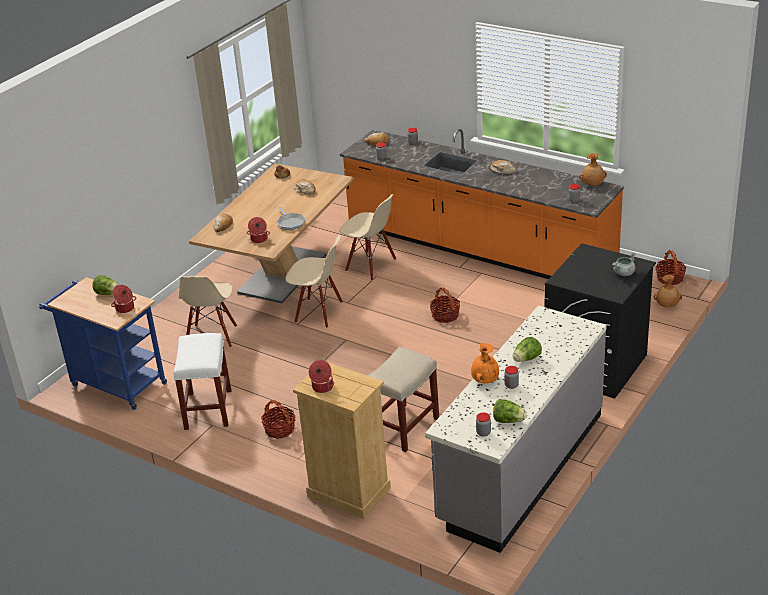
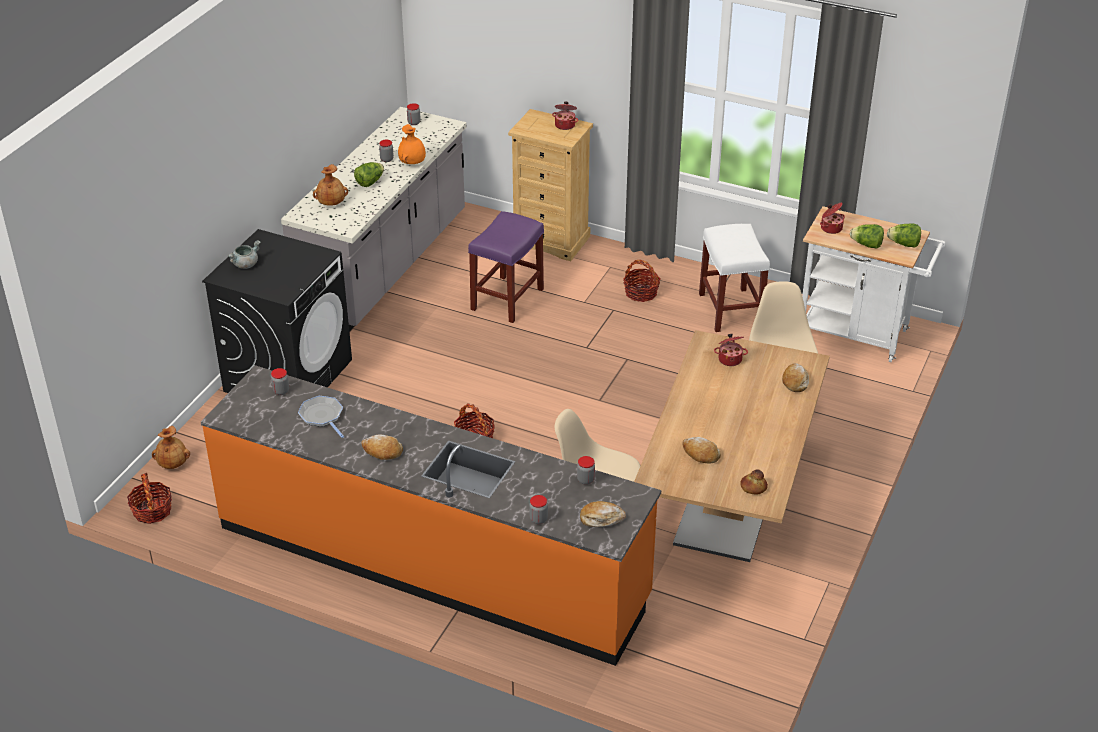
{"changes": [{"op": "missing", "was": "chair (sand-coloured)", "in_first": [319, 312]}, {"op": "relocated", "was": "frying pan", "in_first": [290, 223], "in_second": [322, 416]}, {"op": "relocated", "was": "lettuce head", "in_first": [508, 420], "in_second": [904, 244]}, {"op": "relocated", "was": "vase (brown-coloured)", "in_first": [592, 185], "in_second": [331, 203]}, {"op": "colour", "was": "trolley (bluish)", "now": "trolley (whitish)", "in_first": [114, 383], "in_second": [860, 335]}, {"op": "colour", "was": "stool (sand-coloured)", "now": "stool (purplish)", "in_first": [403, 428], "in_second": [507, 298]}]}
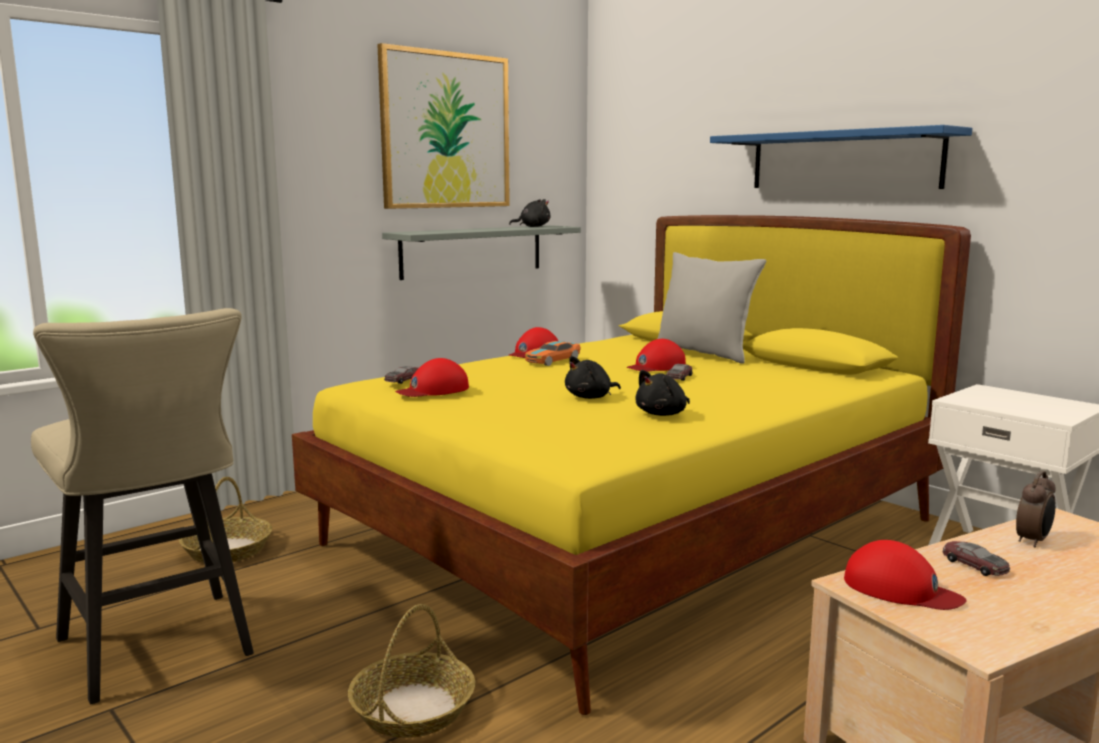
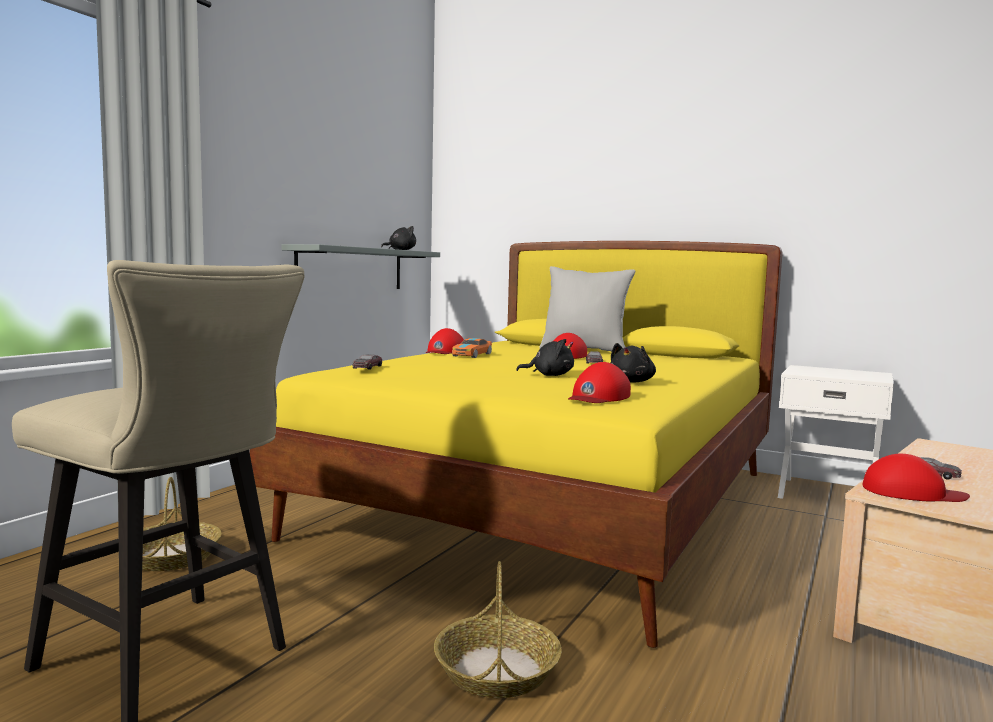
{"changes": [{"op": "missing", "was": "picture", "in_first": [446, 131]}, {"op": "missing", "was": "bracket shelf (bluish)", "in_first": [843, 161]}, {"op": "missing", "was": "bedside clock", "in_first": [1033, 541]}, {"op": "relocated", "was": "cap (red)", "in_first": [433, 390], "in_second": [598, 397]}, {"op": "spun", "was": "cuddly toy (black-coloured)", "in_first": [590, 397], "in_second": [549, 375], "clockwise": -120}]}
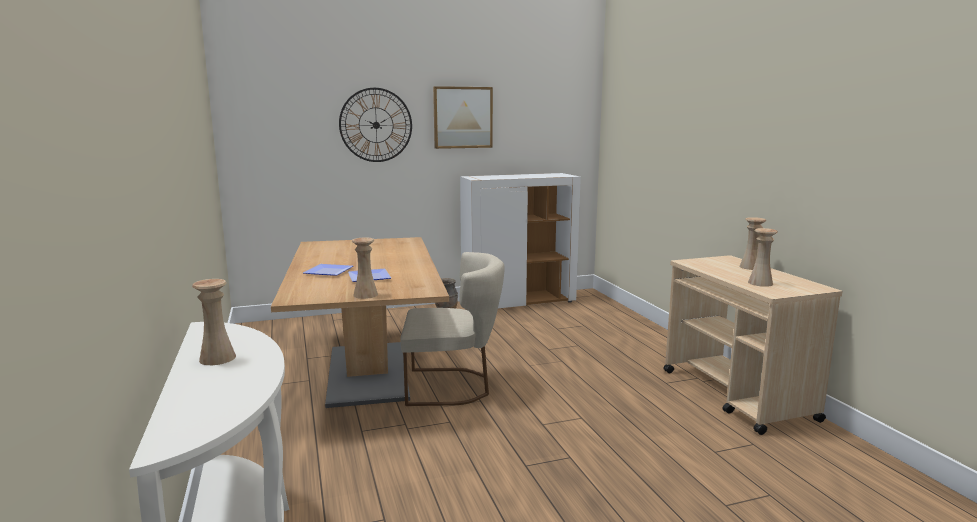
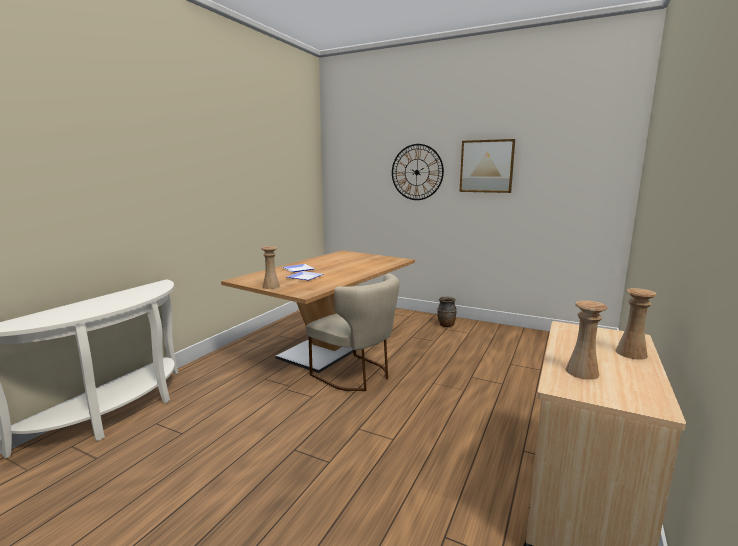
{"changes": [{"op": "missing", "was": "vase (sand-coloured)", "in_first": [217, 358]}, {"op": "missing", "was": "storage cabinet (whitish)", "in_first": [519, 302]}]}
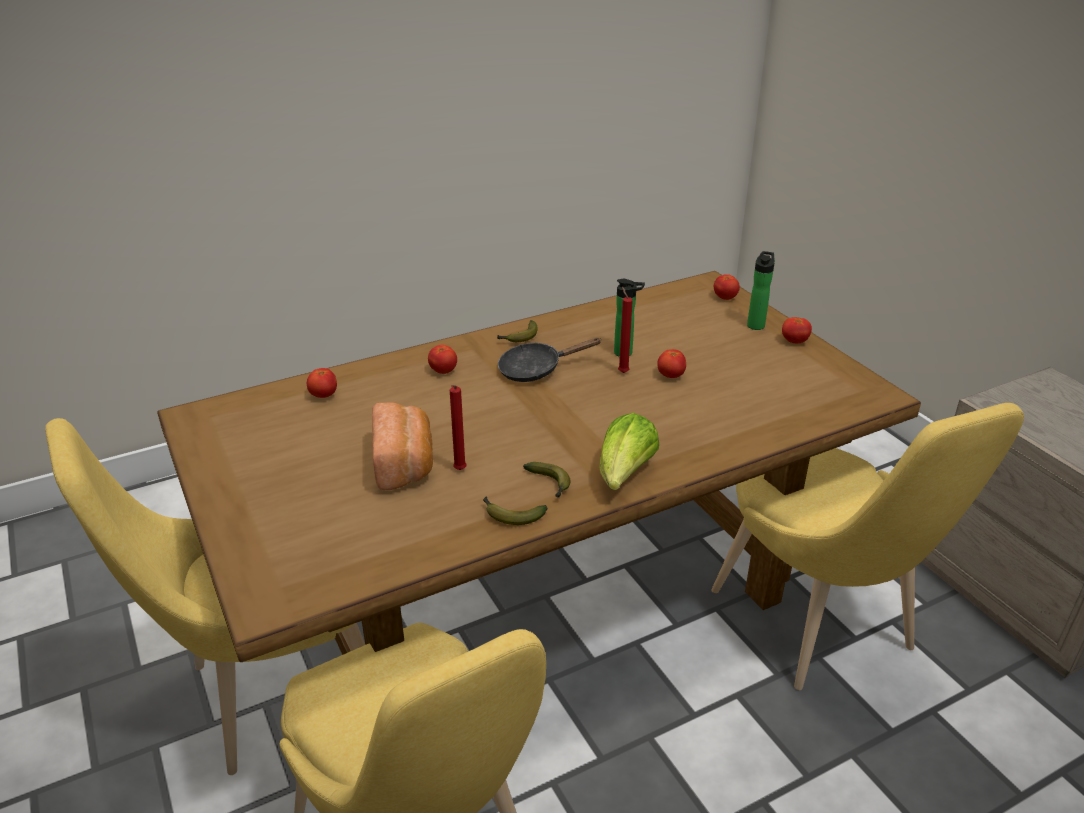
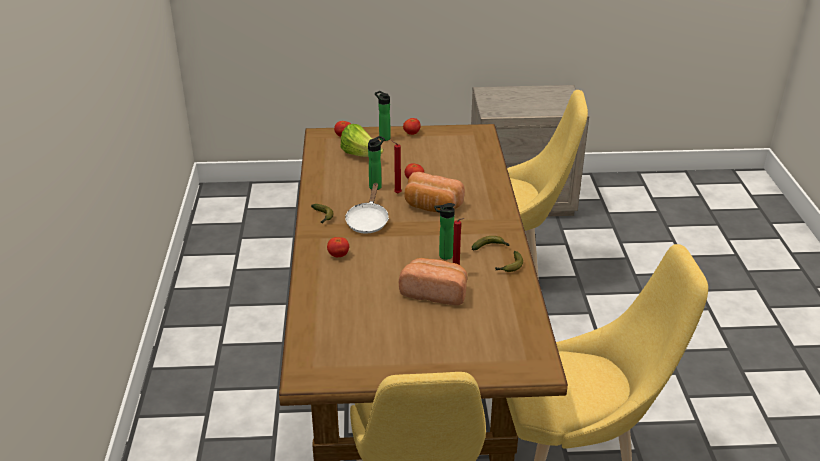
{"changes": [{"op": "missing", "was": "fresh tomato", "in_first": [323, 395]}, {"op": "appeared", "now": "baked bread", "in_second": [432, 207]}, {"op": "appeared", "now": "bottle", "in_second": [443, 256]}, {"op": "relocated", "was": "lettuce head", "in_first": [624, 474], "in_second": [360, 155]}, {"op": "colour", "was": "frying pan (black-coloured)", "now": "frying pan (whitish)", "in_first": [536, 369], "in_second": [368, 221]}]}
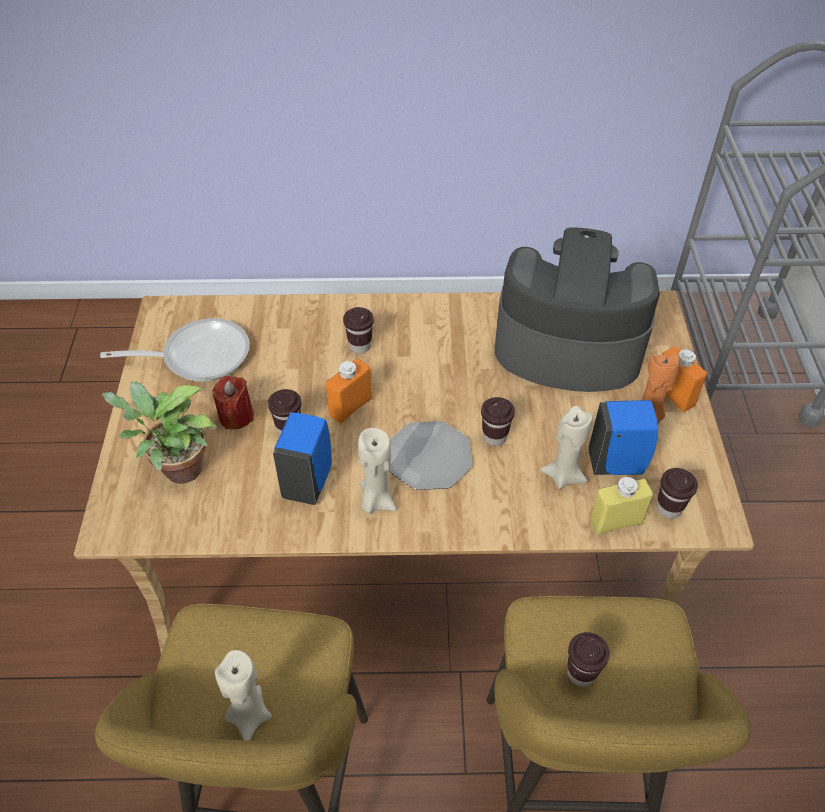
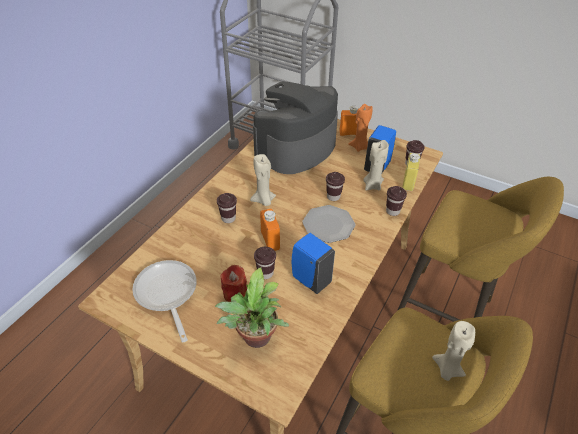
{"changes": [{"op": "relocated", "was": "wax light (sand-coloured)", "in_first": [376, 501], "in_second": [263, 201]}, {"op": "relocated", "was": "small cup (brown-coloured)", "in_first": [581, 673], "in_second": [392, 211]}, {"op": "spun", "was": "frying pan", "in_first": [198, 356], "in_second": [167, 294], "clockwise": -45}]}
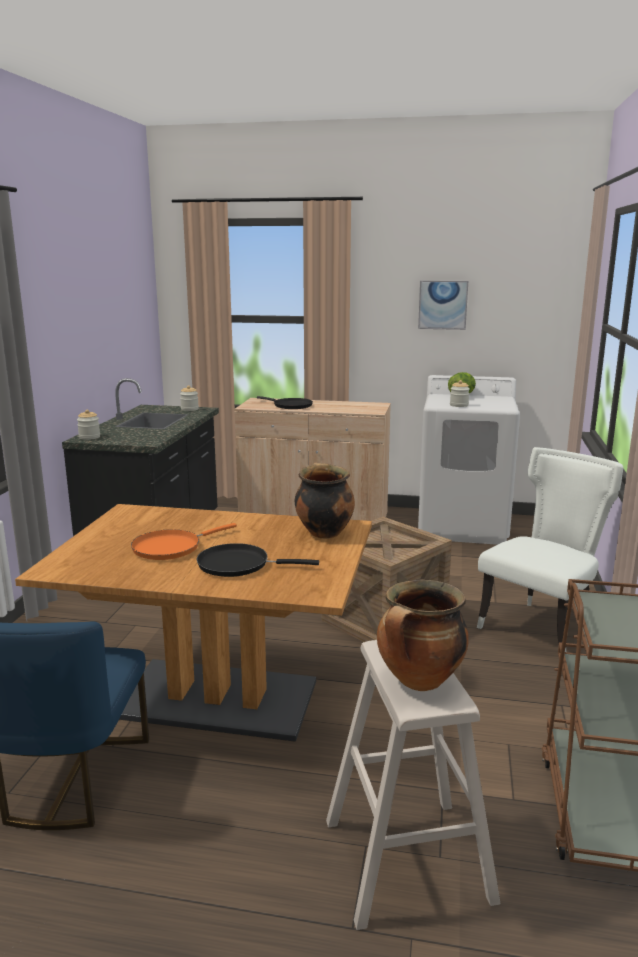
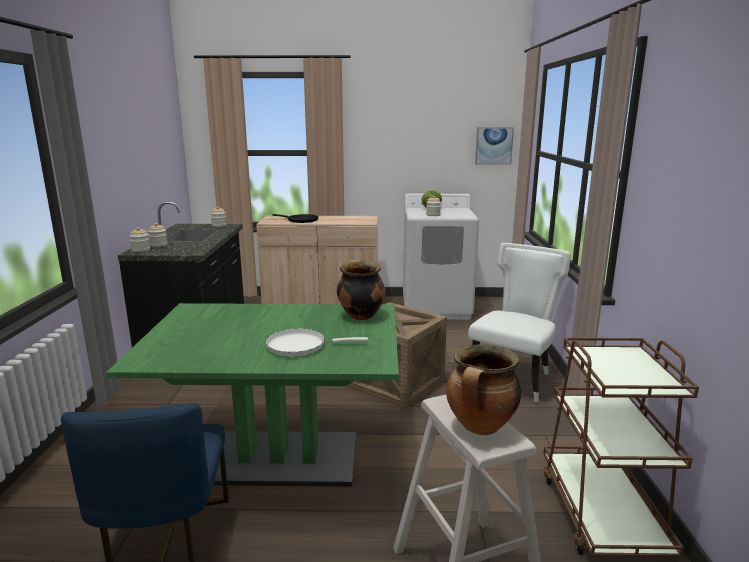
{"changes": [{"op": "missing", "was": "frying pan (orange-coloured)", "in_first": [171, 547]}, {"op": "appeared", "now": "jar", "in_second": [158, 245]}, {"op": "relocated", "was": "picture", "in_first": [443, 305], "in_second": [494, 146]}, {"op": "colour", "was": "kitchen table (brown-coloured)", "now": "kitchen table (green-coloured)", "in_first": [218, 699], "in_second": [279, 459]}, {"op": "colour", "was": "frying pan (black-coloured)", "now": "frying pan (whitish)", "in_first": [238, 565], "in_second": [301, 346]}]}
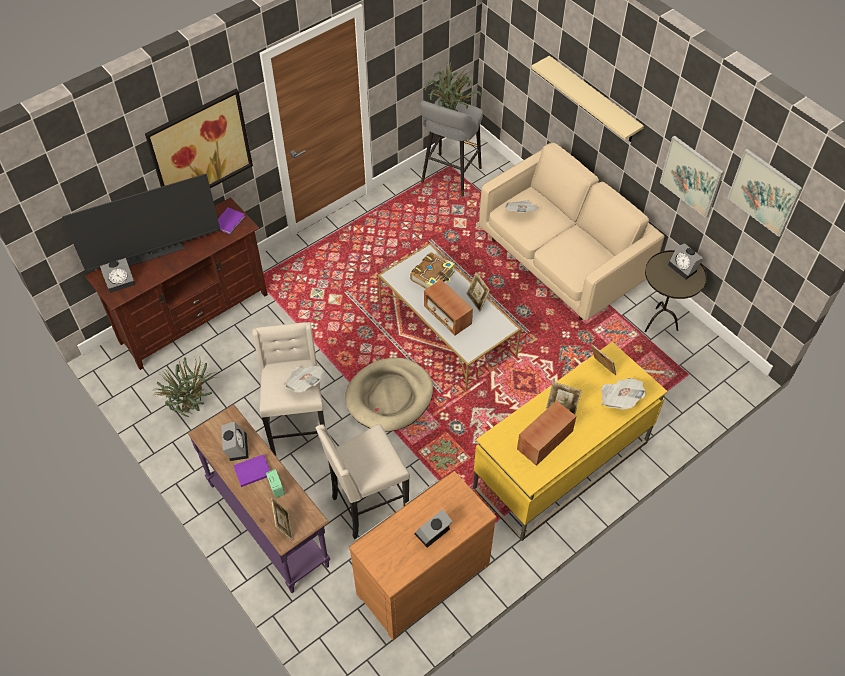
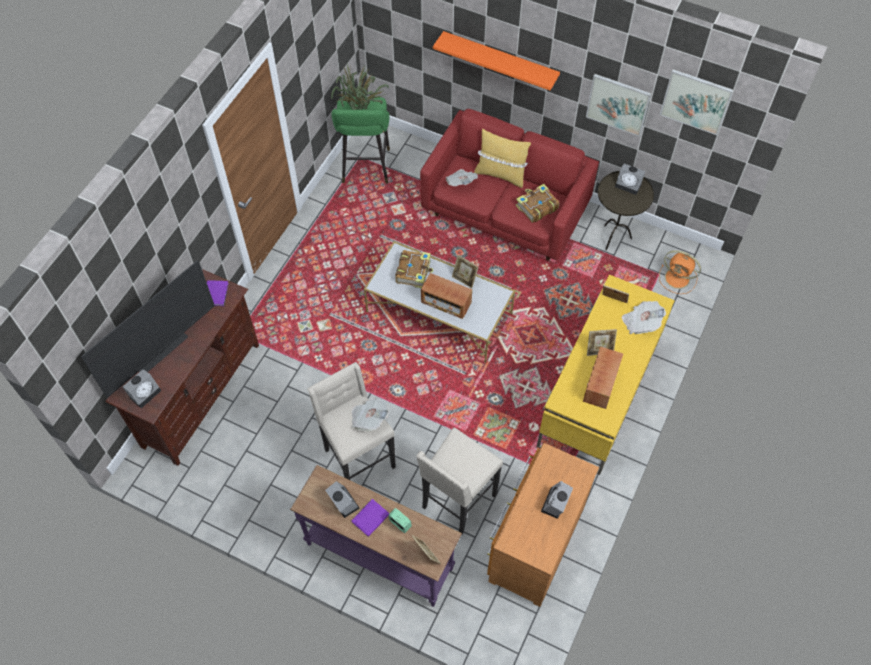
{"changes": [{"op": "missing", "was": "picture", "in_first": [200, 148]}, {"op": "missing", "was": "plant in a pot", "in_first": [193, 408]}, {"op": "missing", "was": "dog cushion (sand-coloured)", "in_first": [389, 396]}, {"op": "appeared", "now": "pillow (yellow-coloured)", "in_second": [500, 174]}, {"op": "appeared", "now": "bound book", "in_second": [536, 207]}, {"op": "appeared", "now": "fan (orange-coloured)", "in_second": [678, 278]}, {"op": "colour", "was": "stool (gray)", "now": "stool (green-coloured)", "in_first": [449, 177], "in_second": [365, 169]}, {"op": "colour", "was": "settee (sand-coloured)", "now": "settee (red)", "in_first": [561, 261], "in_second": [505, 212]}, {"op": "colour", "was": "bracket shelf (sand-coloured)", "now": "bracket shelf (orange-coloured)", "in_first": [593, 100], "in_second": [500, 61]}]}
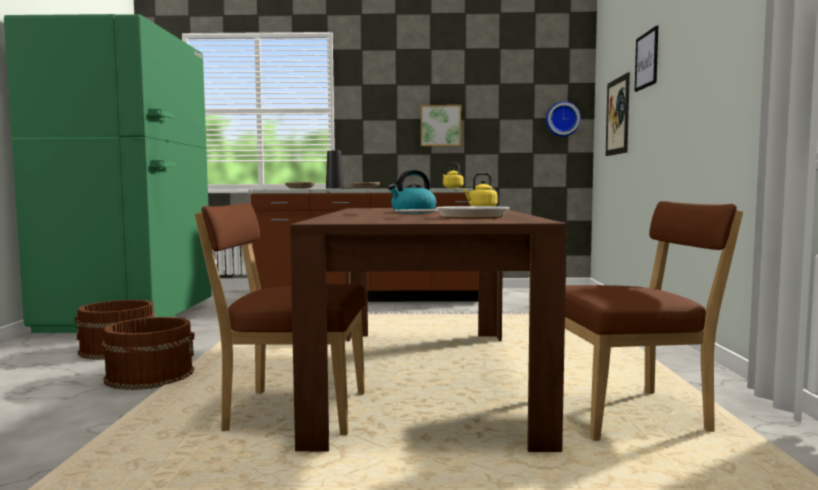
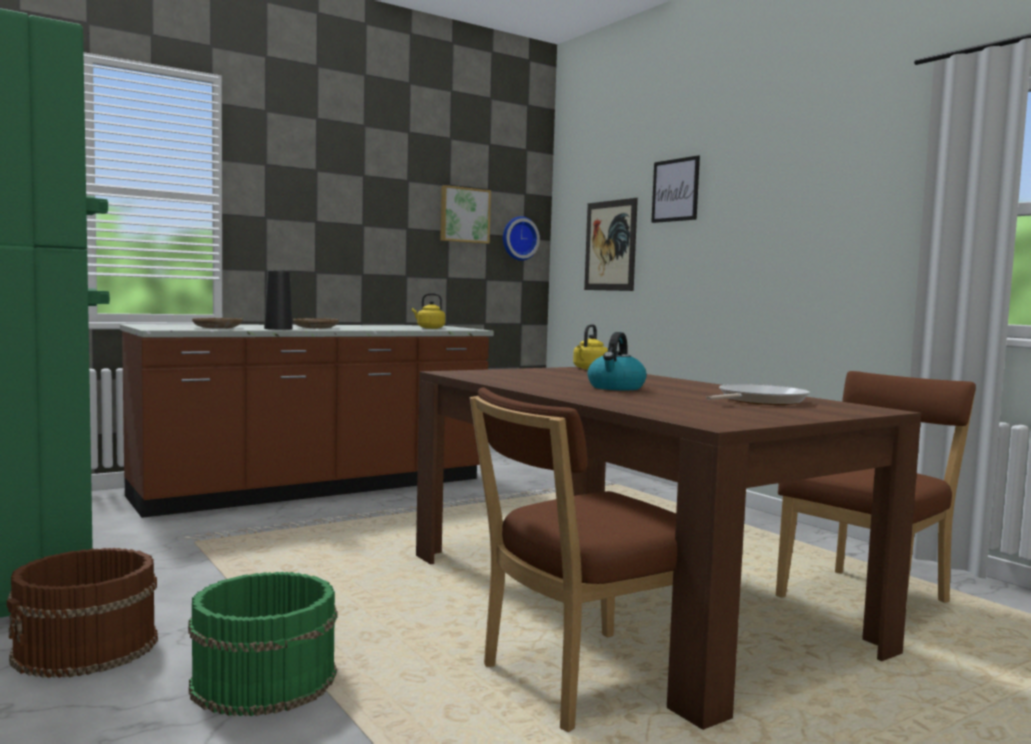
{"changes": [{"op": "relocated", "was": "picture", "in_first": [440, 125], "in_second": [464, 215]}, {"op": "colour", "was": "water bucket (brown-coloured)", "now": "water bucket (green-coloured)", "in_first": [150, 376], "in_second": [263, 680]}]}
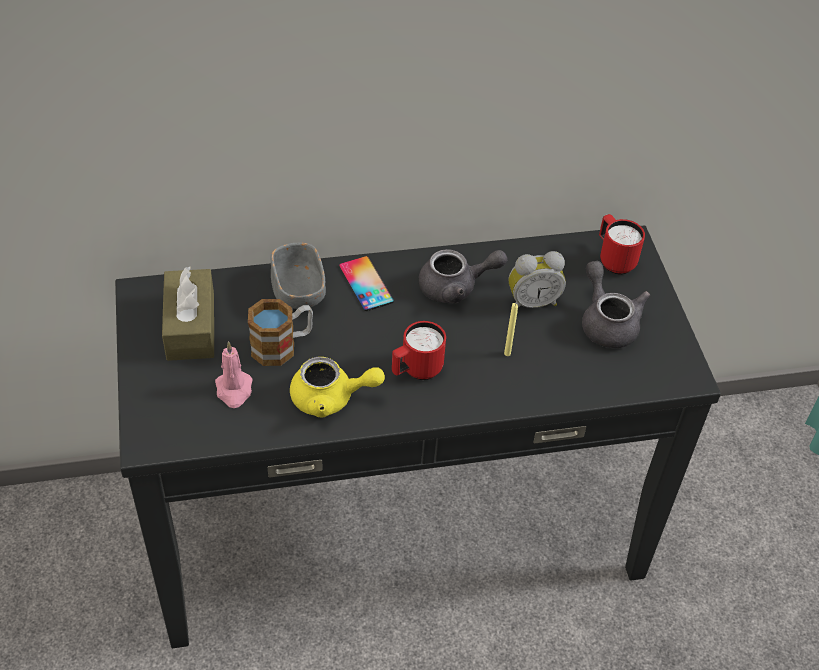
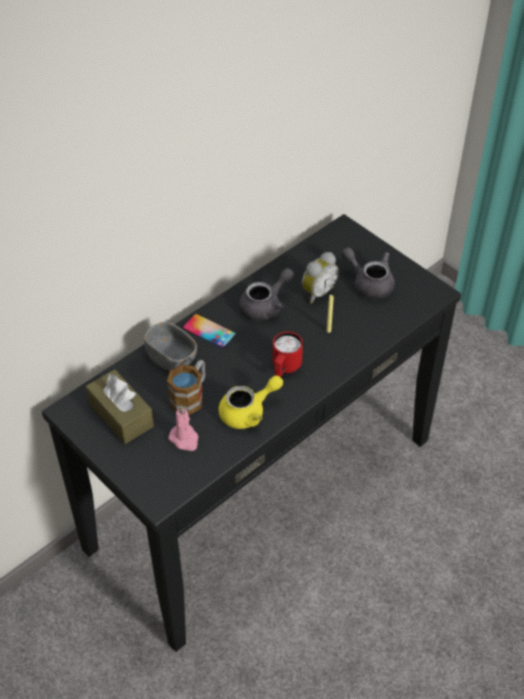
{"changes": [{"op": "missing", "was": "tea mug (red)", "in_first": [613, 260]}]}
